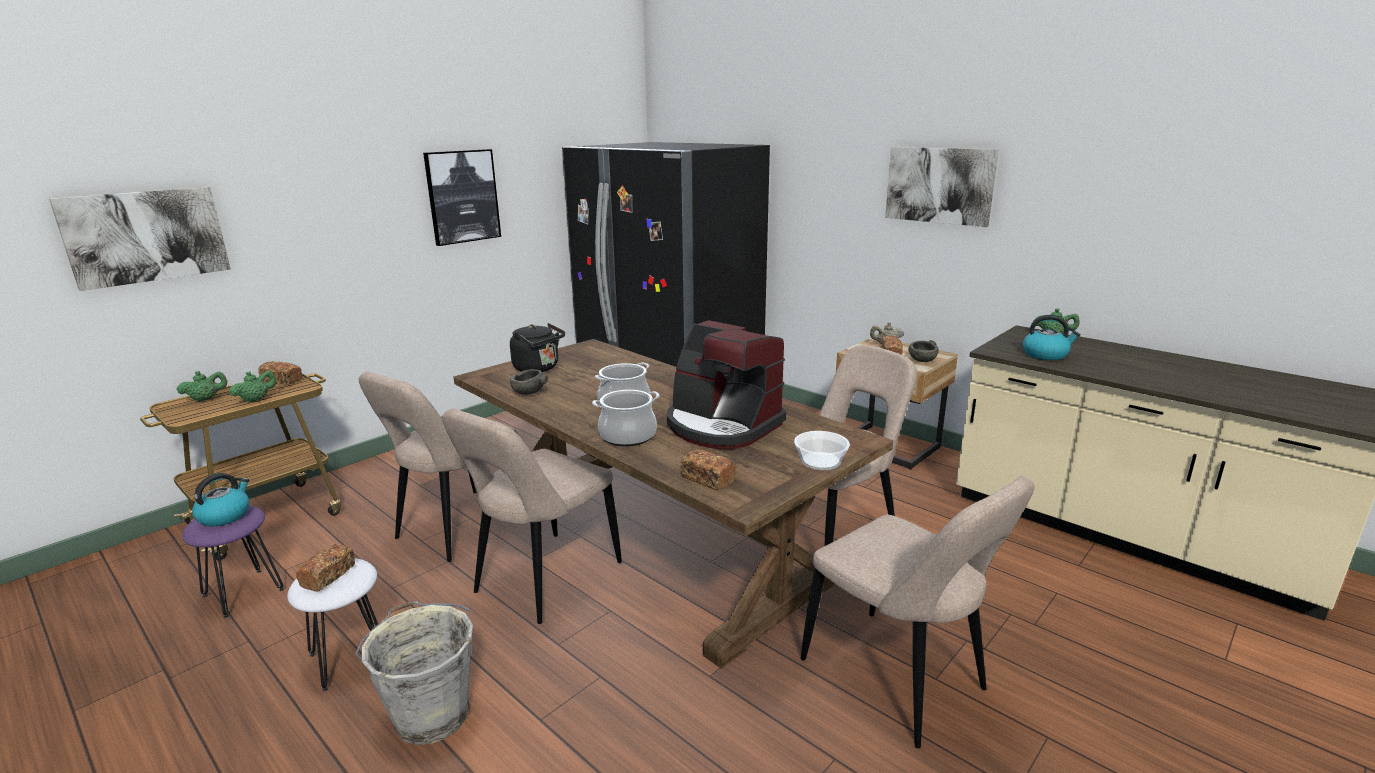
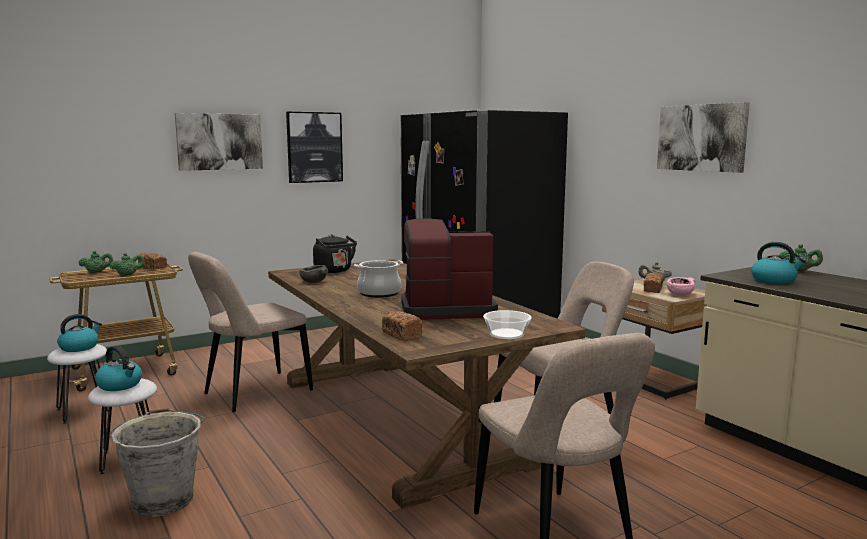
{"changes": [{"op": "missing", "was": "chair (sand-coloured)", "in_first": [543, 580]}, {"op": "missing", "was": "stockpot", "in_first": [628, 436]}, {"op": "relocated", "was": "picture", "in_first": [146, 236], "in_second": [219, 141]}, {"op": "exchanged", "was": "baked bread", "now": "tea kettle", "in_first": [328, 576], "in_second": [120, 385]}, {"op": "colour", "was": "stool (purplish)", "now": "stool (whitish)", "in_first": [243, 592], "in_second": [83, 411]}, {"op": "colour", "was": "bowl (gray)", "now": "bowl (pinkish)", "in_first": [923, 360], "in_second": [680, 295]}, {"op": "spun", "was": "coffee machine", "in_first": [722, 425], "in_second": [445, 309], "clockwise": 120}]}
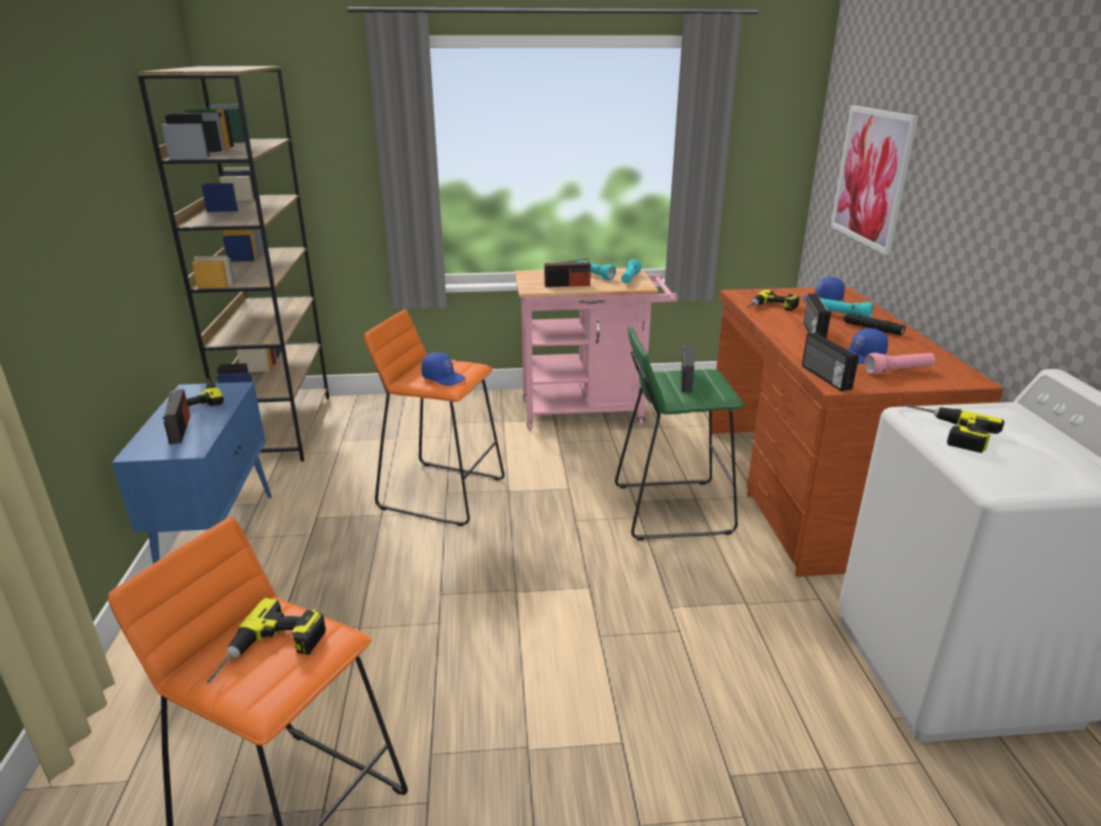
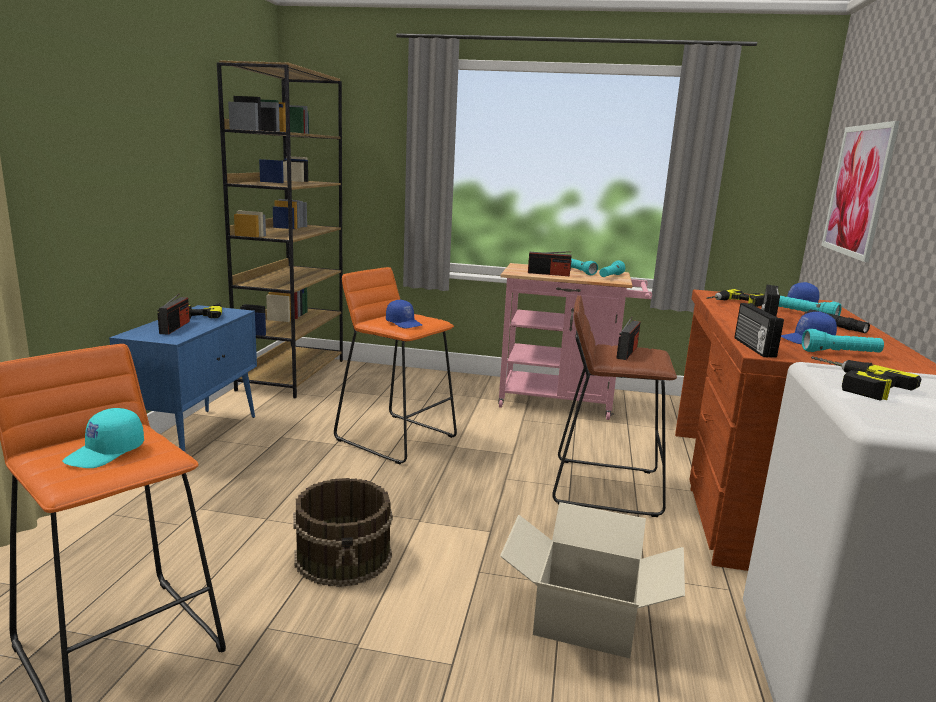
{"changes": [{"op": "appeared", "now": "water bucket (brown-coloured)", "in_second": [344, 556]}, {"op": "appeared", "now": "packing box", "in_second": [585, 620]}, {"op": "exchanged", "was": "power drill", "now": "cap (turquoise-coloured)", "in_first": [270, 652], "in_second": [106, 453]}, {"op": "colour", "was": "stool (green-coloured)", "now": "stool (brown-coloured)", "in_first": [671, 509], "in_second": [605, 486]}, {"op": "colour", "was": "hand torch (pinkish)", "now": "hand torch (turquoise-coloured)", "in_first": [898, 371], "in_second": [840, 353]}]}
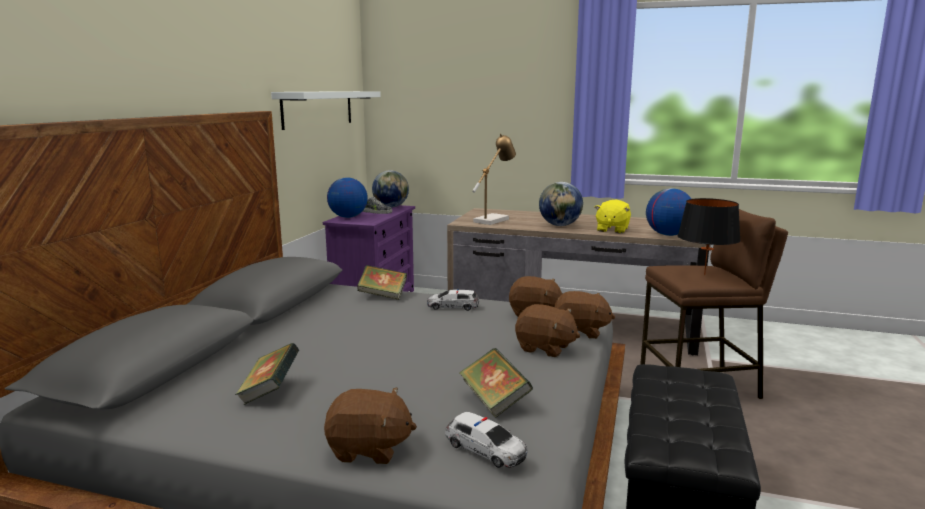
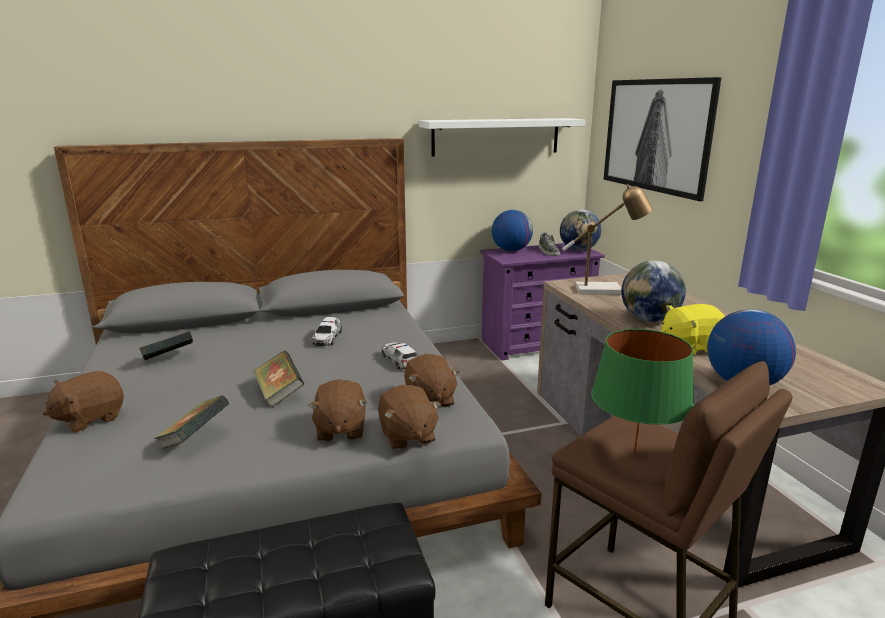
{"changes": [{"op": "appeared", "now": "picture", "in_second": [657, 135]}, {"op": "relocated", "was": "bound book", "in_first": [383, 295], "in_second": [279, 394]}, {"op": "relocated", "was": "model car", "in_first": [486, 449], "in_second": [327, 338]}, {"op": "colour", "was": "tabletop lamp (black-coloured)", "now": "tabletop lamp (green-coloured)", "in_first": [704, 275], "in_second": [634, 454]}, {"op": "spun", "was": "cuddly toy (brown-coloured)", "in_first": [369, 449], "in_second": [90, 419], "clockwise": 75}]}
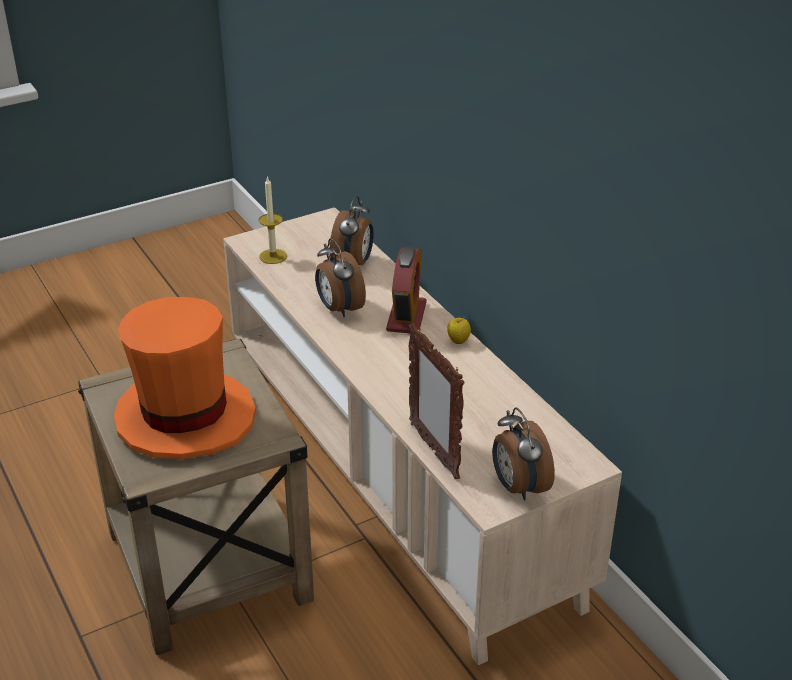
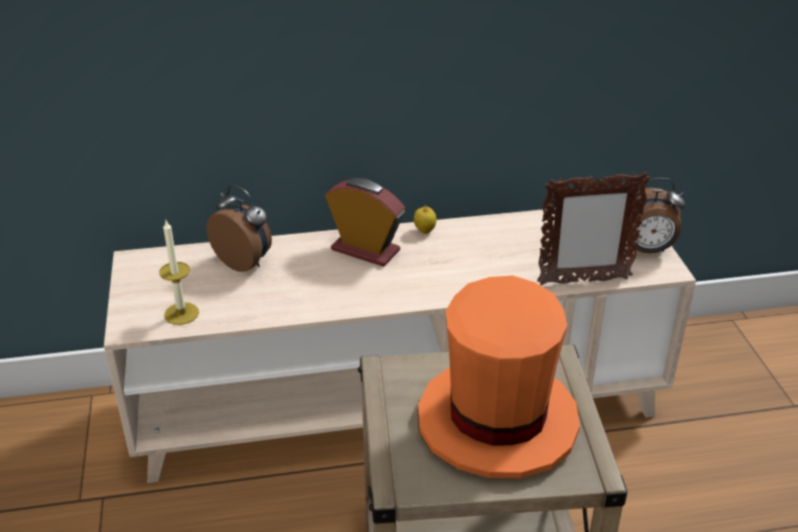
{"changes": [{"op": "missing", "was": "bedside clock", "in_first": [339, 309]}]}
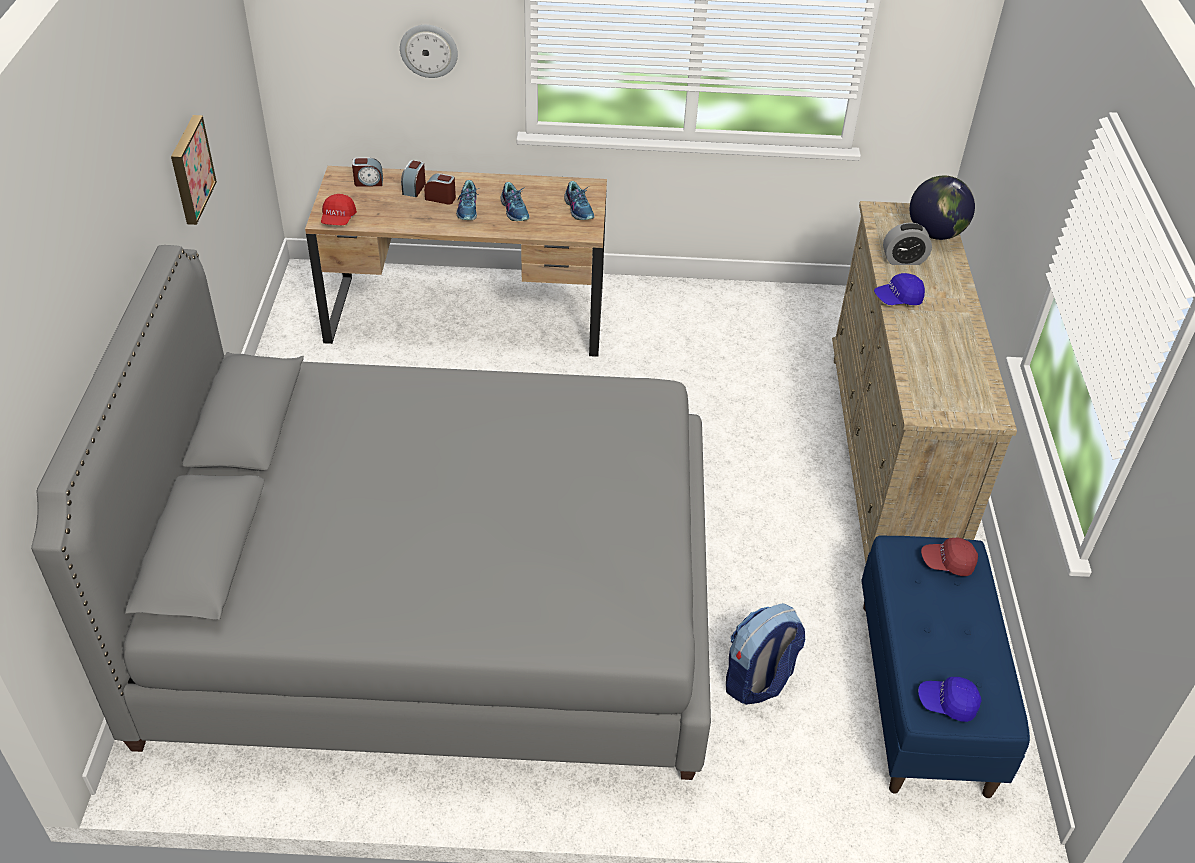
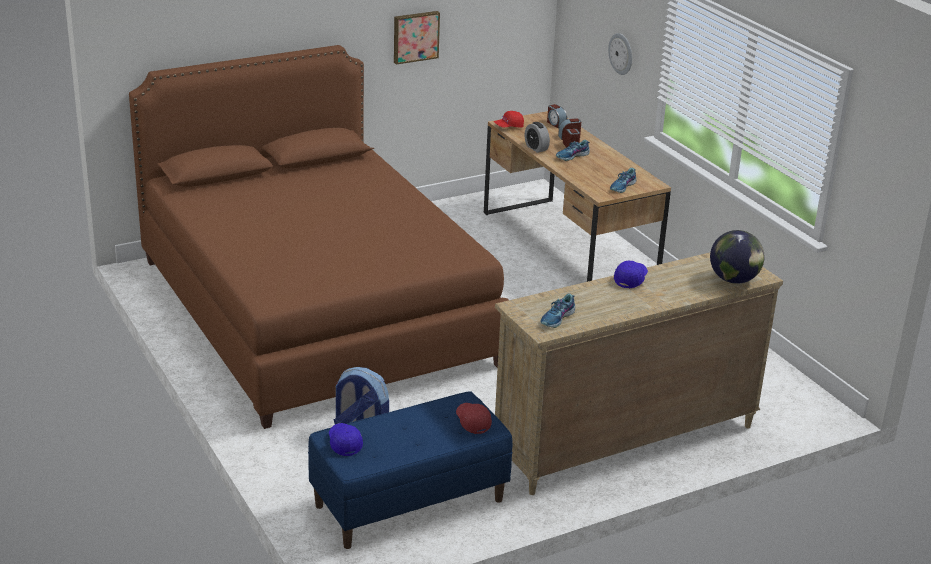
{"changes": [{"op": "relocated", "was": "shoe", "in_first": [515, 210], "in_second": [557, 318]}, {"op": "relocated", "was": "bedside clock", "in_first": [903, 260], "in_second": [536, 148]}, {"op": "colour", "was": "sleeping bed (gray)", "now": "sleeping bed (brown-coloured)", "in_first": [436, 606], "in_second": [315, 311]}, {"op": "spun", "was": "cap (bluish)", "in_first": [898, 299], "in_second": [630, 279], "clockwise": 75}]}
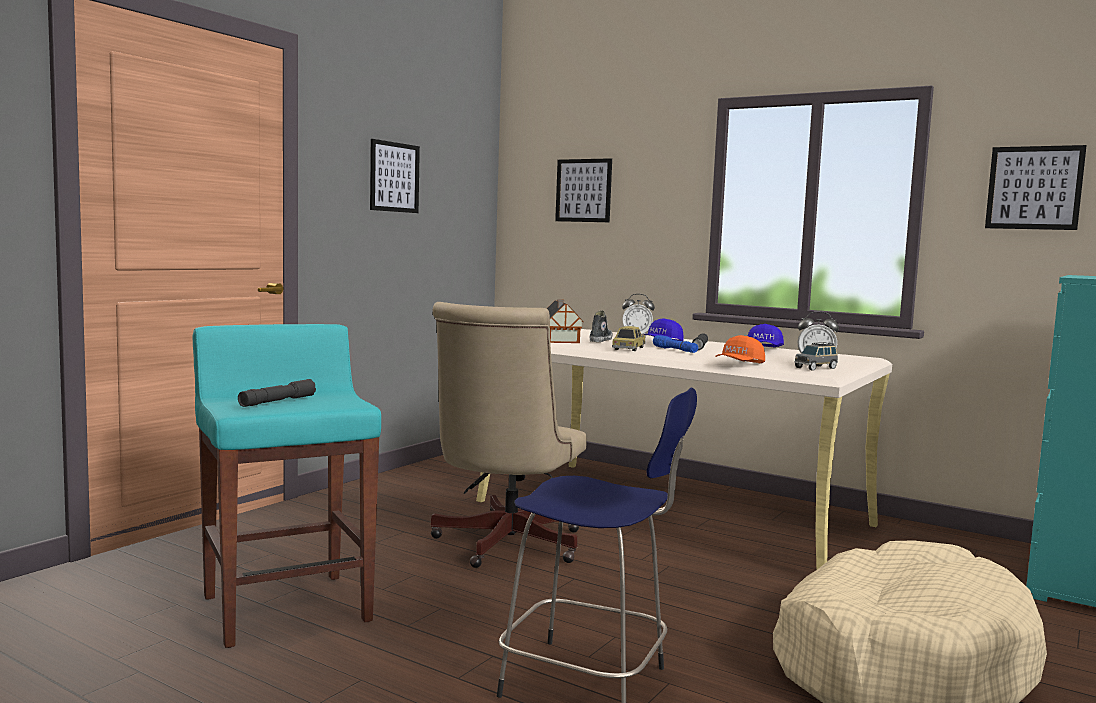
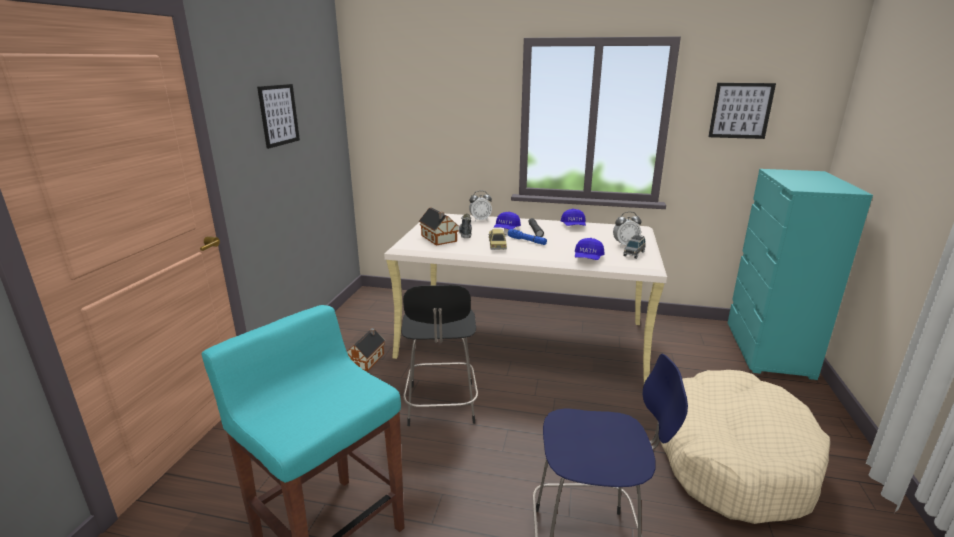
{"changes": [{"op": "missing", "was": "hand torch (gray)", "in_first": [277, 401]}, {"op": "missing", "was": "picture", "in_first": [583, 190]}, {"op": "appeared", "now": "miniature house", "in_second": [367, 359]}, {"op": "exchanged", "was": "office chair (sand-coloured)", "now": "stool (black-coloured)", "in_first": [503, 546], "in_second": [441, 406]}, {"op": "colour", "was": "cap (orange-coloured)", "now": "cap (bluish)", "in_first": [739, 364], "in_second": [588, 258]}]}
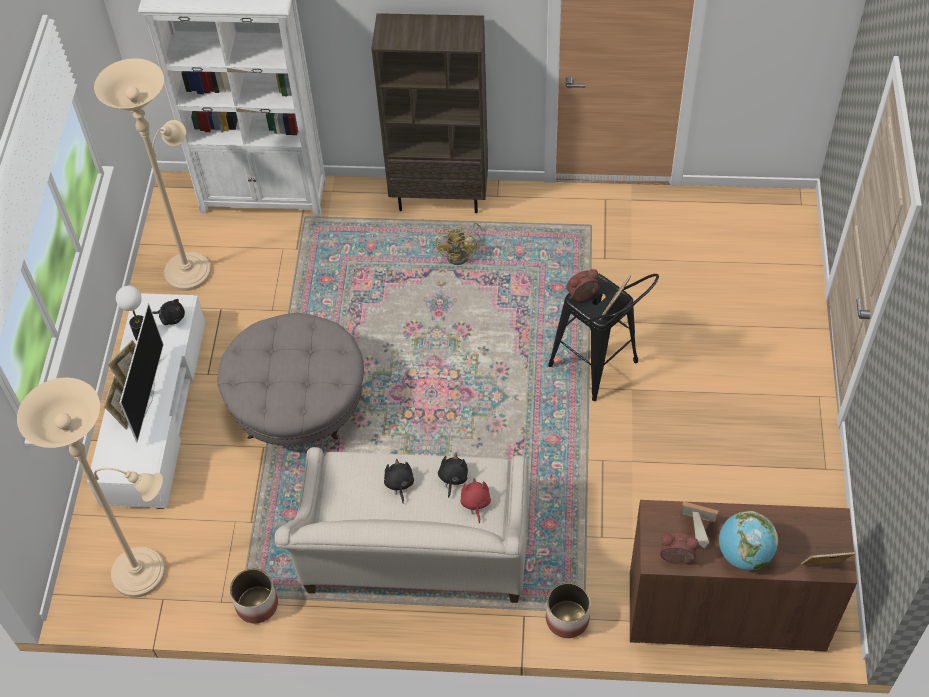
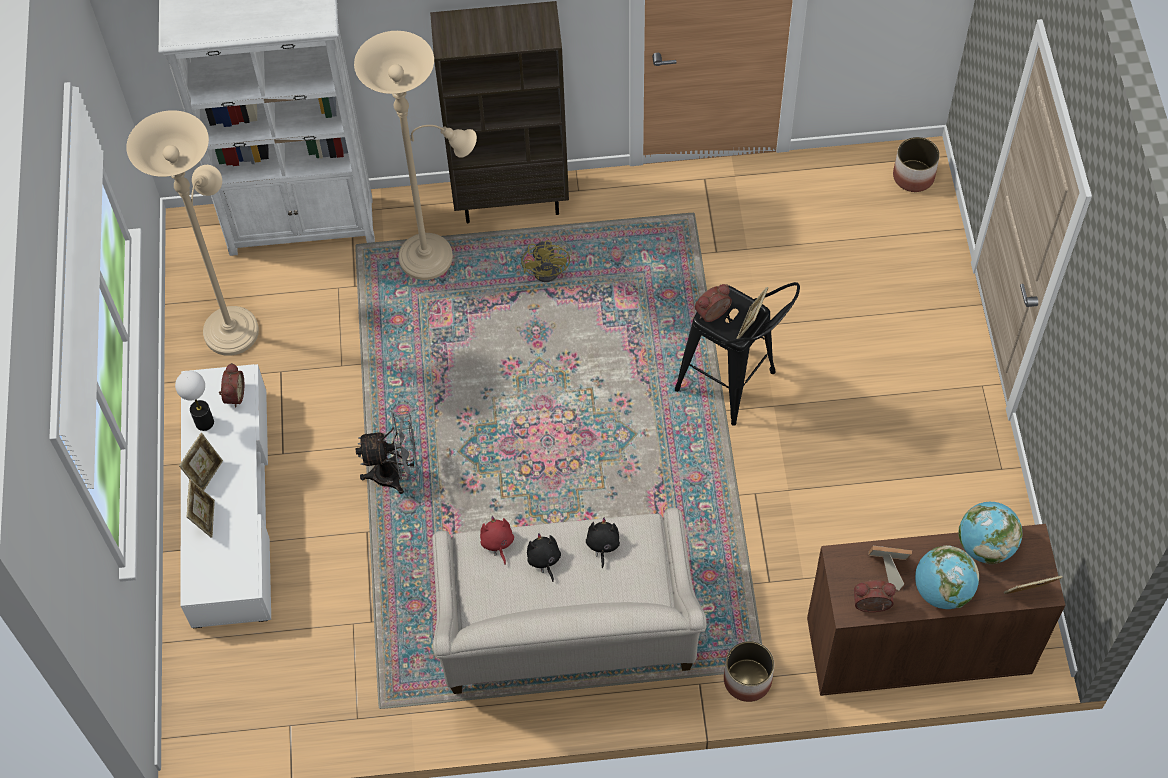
{"changes": [{"op": "missing", "was": "TV set", "in_first": [147, 397]}, {"op": "appeared", "now": "world globe", "in_second": [985, 545]}, {"op": "relocated", "was": "standard lamp (sand-coloured)", "in_first": [146, 573], "in_second": [433, 257]}, {"op": "relocated", "was": "planter", "in_first": [256, 605], "in_second": [913, 176]}, {"op": "relocated", "was": "cuddly toy (red)", "in_first": [475, 503], "in_second": [497, 543]}, {"op": "exchanged", "was": "cuddly toy (black-coloured)", "now": "bedside clock", "in_first": [171, 317], "in_second": [233, 395]}, {"op": "exchanged", "was": "footrest (gray)", "now": "fan (gray)", "in_first": [298, 403], "in_second": [396, 474]}]}
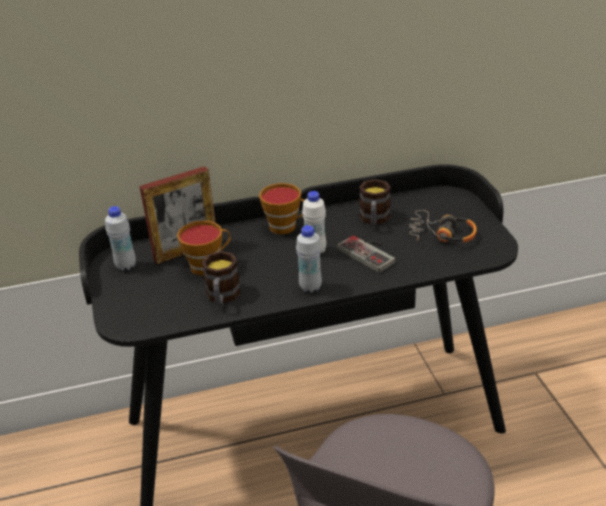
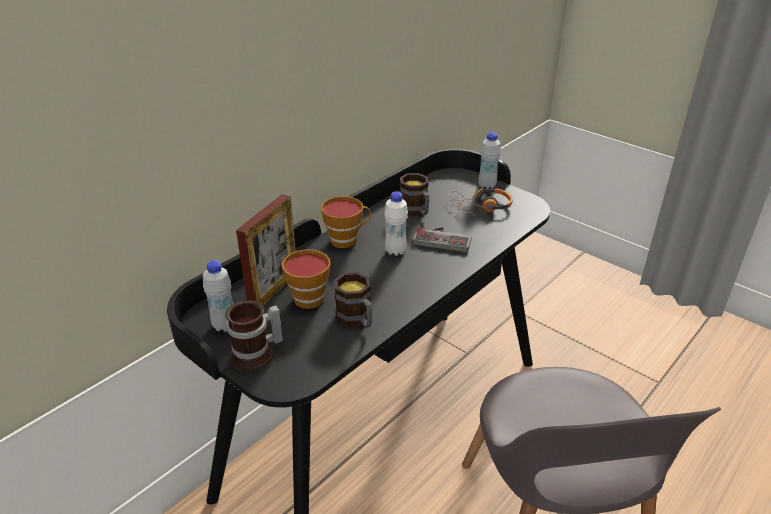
{"changes": [{"op": "appeared", "now": "tea mug", "in_second": [256, 355]}, {"op": "relocated", "was": "bottle (whitish)", "in_first": [310, 287], "in_second": [487, 186]}]}
